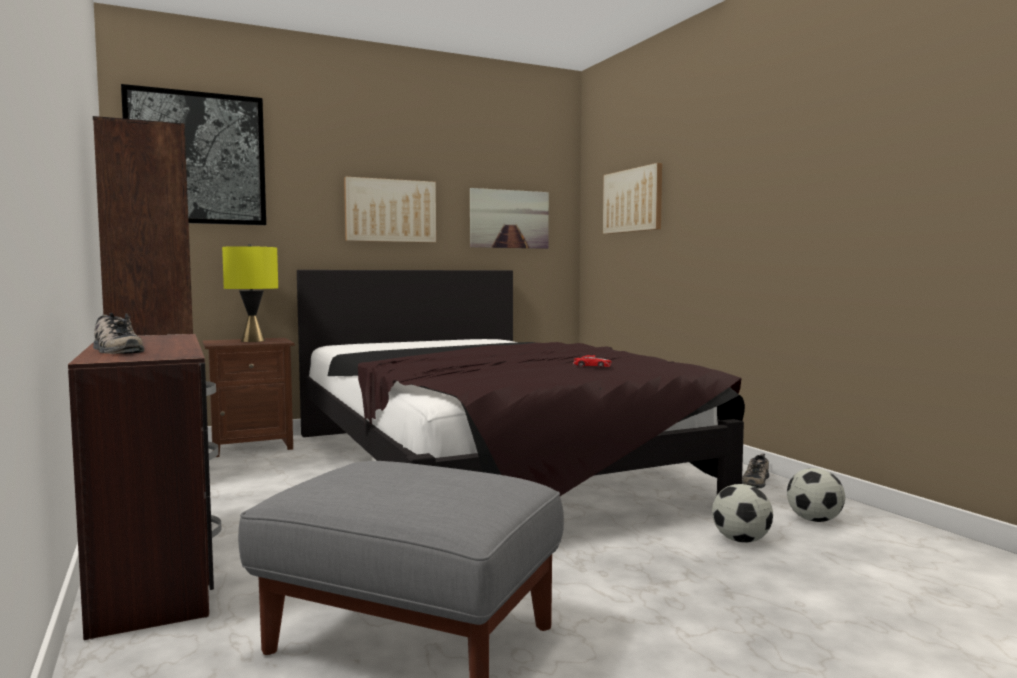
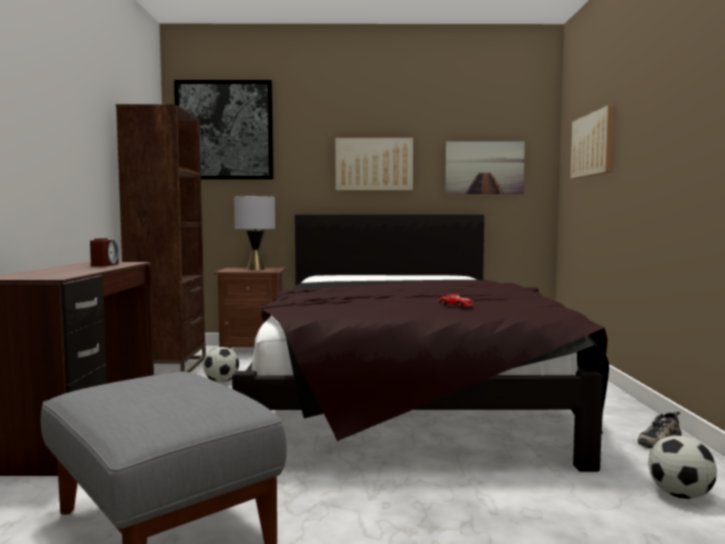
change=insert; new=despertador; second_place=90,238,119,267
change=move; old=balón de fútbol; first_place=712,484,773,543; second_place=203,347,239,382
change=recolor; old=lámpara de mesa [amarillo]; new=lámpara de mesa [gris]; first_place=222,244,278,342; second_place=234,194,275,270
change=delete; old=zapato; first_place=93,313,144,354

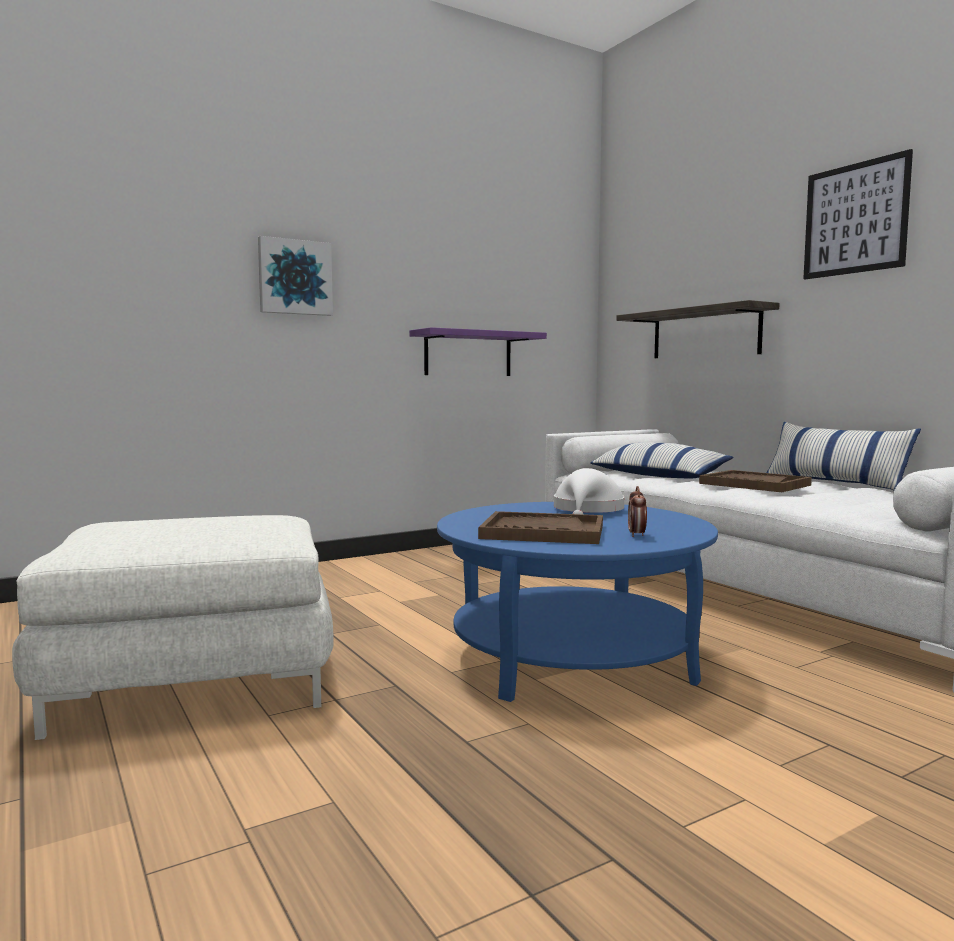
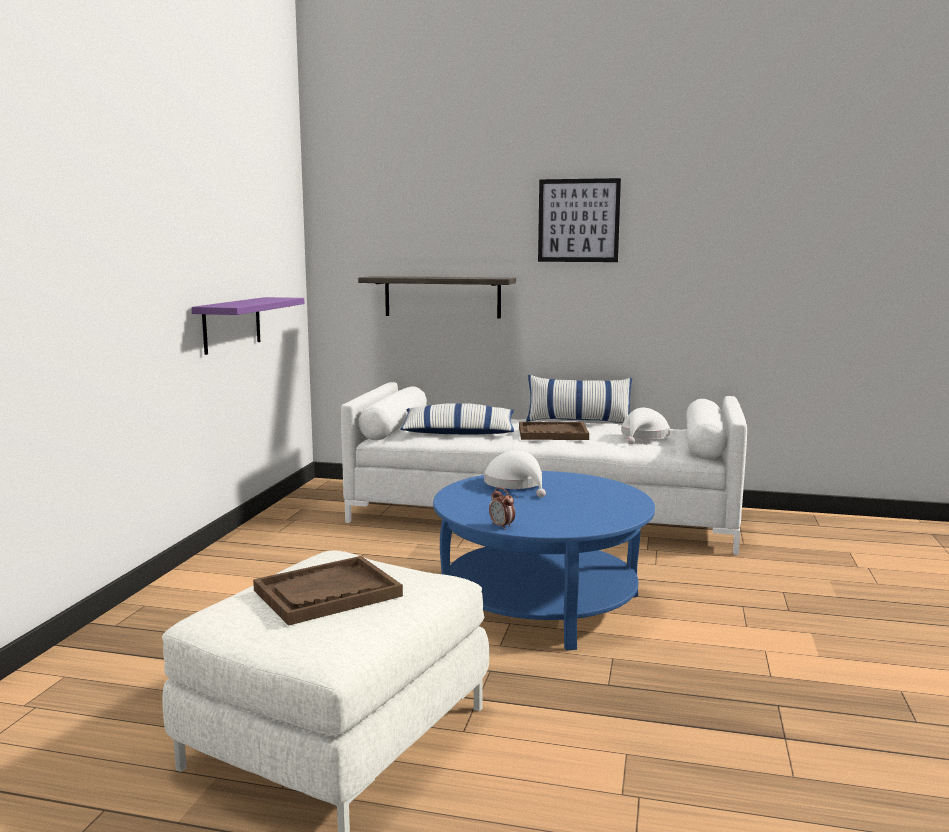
change=move; old=bandeja [marrón]; first_place=478,511,603,544; second_place=253,556,403,626
change=move; old=despertador; first_place=628,486,647,537; second_place=489,488,515,530
change=insert; new=sombrero [blanco]; second_place=621,408,670,444
change=delete; old=cuadro; first_place=258,236,333,316

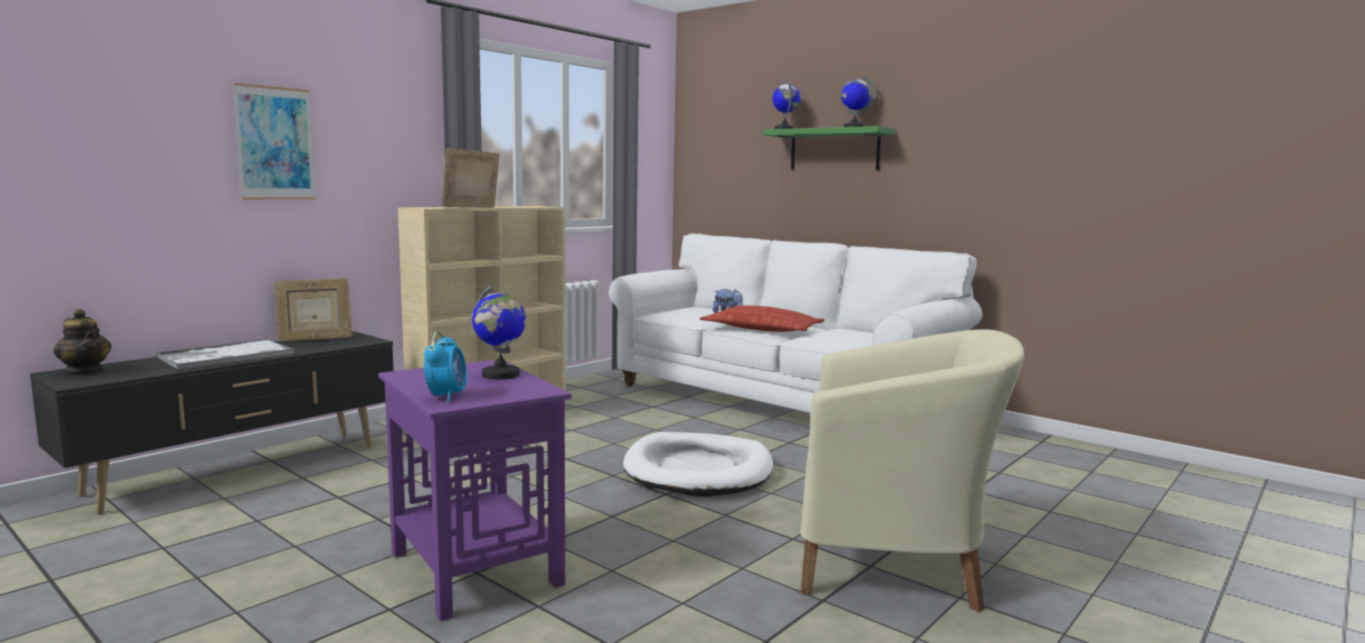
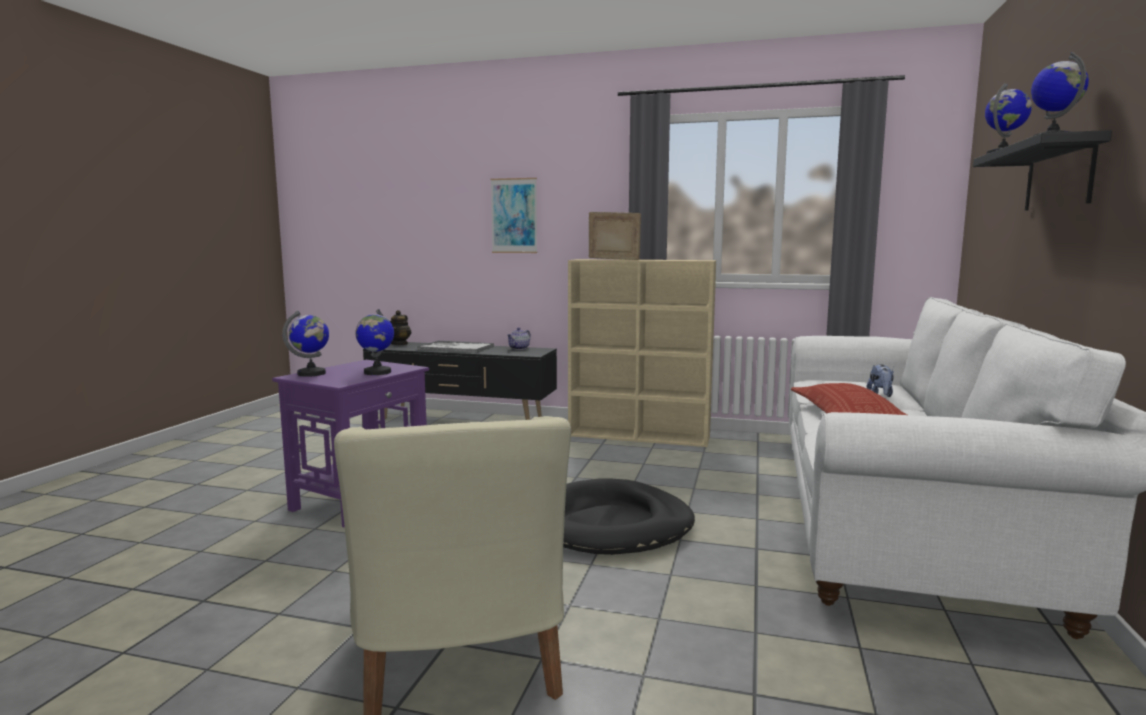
change=replace; old=despertador; new=globo terráqueo; first_place=424,331,467,402; second_place=282,311,329,377
change=replace; old=portarretratos; new=tetera; first_place=274,278,352,342; second_place=507,327,531,350
change=recolor; old=cama para perro [blanco]; new=cama para perro [negro]; first_place=623,432,773,497; second_place=563,479,695,555
change=recolor; old=estante [verde]; new=estante [negro]; first_place=763,126,896,170; second_place=973,130,1112,211

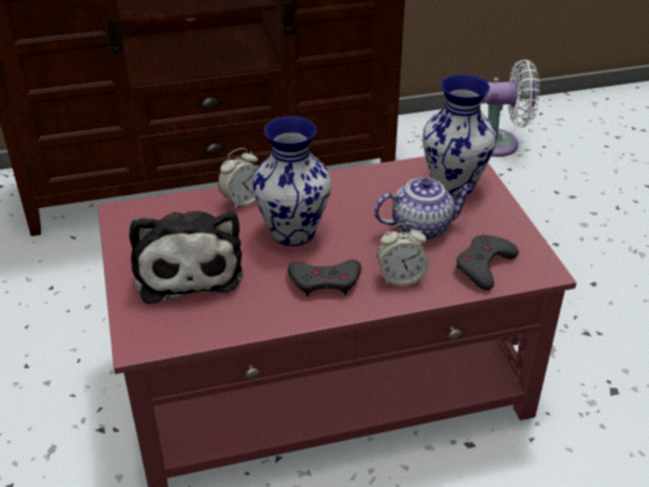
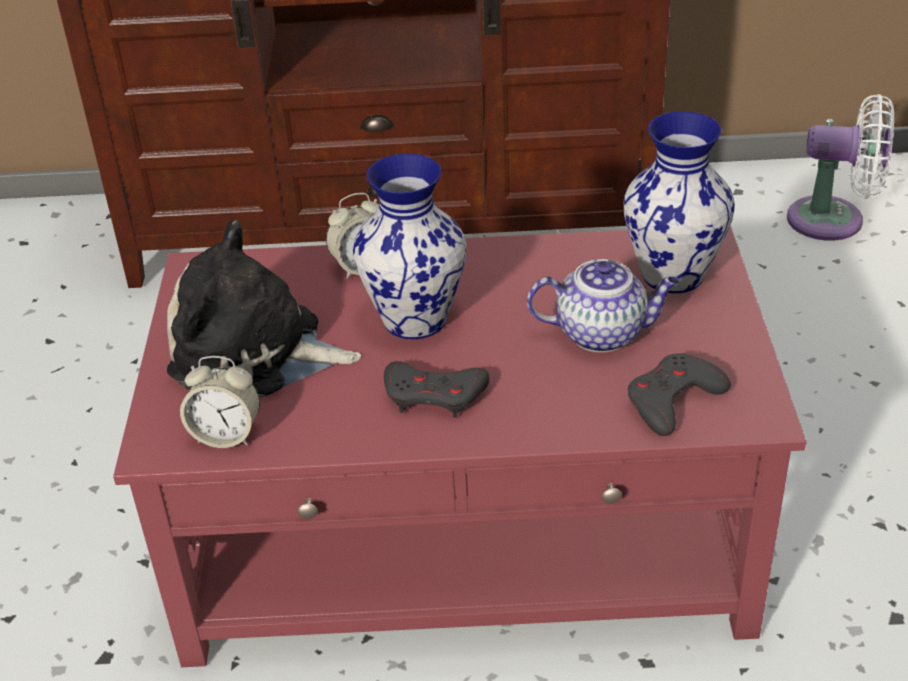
change=rotate; old=peluche; first_place=129,211,243,304; second_place=167,220,361,397; degrees=105
change=move; old=despertador; first_place=377,223,429,286; second_place=180,356,260,448

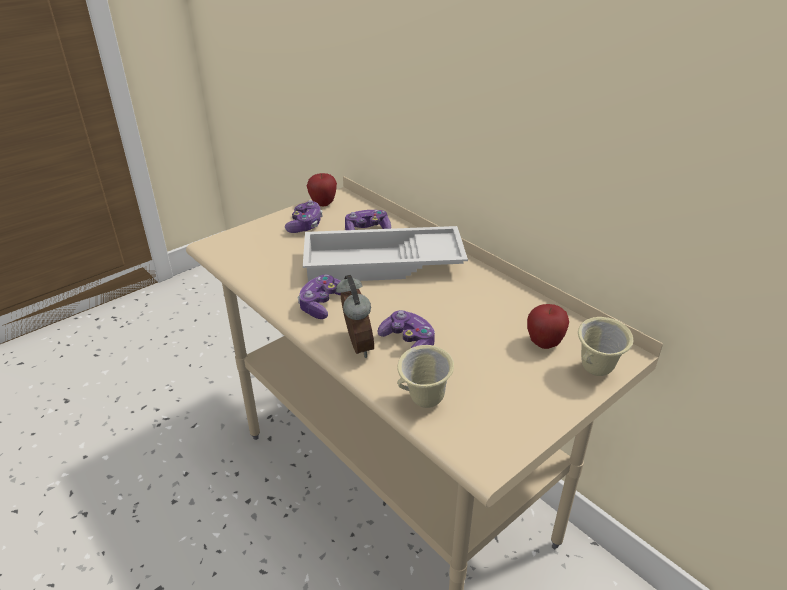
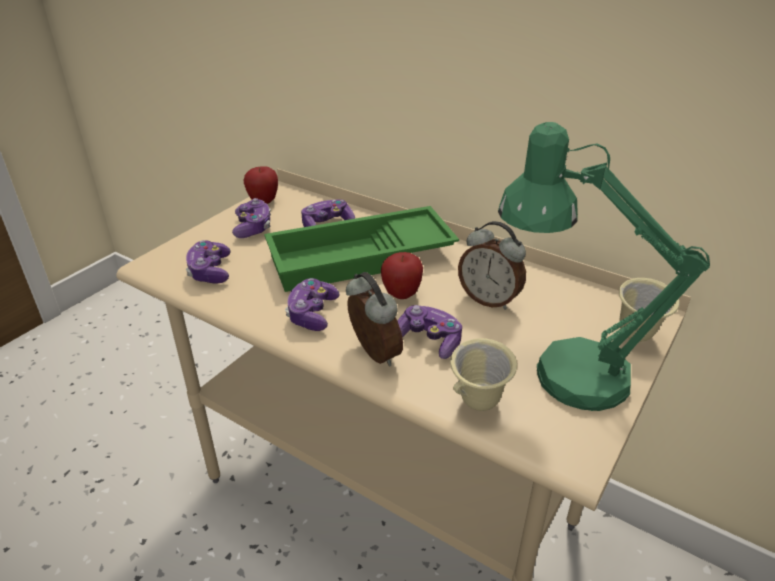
change=insert; new=mando de consola; second_place=186,240,231,284
change=recolor; old=bandeja [blanco]; new=bandeja [verde]; first_place=303,226,468,282; second_place=264,206,459,292
change=move; old=manzana; first_place=527,304,569,349; second_place=381,252,423,299
change=insert; new=despertador; second_place=458,221,526,310
change=insert; new=lámpara de mesa [verde]; second_place=498,122,710,411

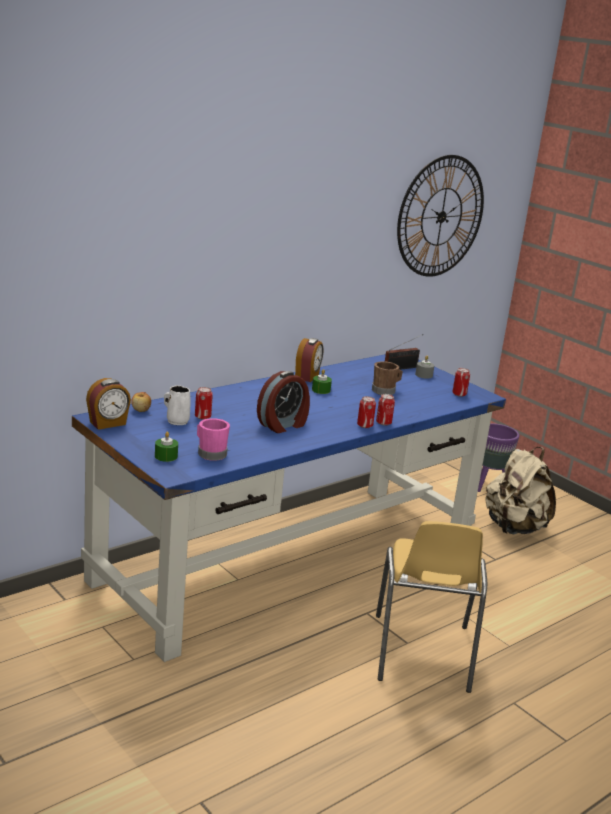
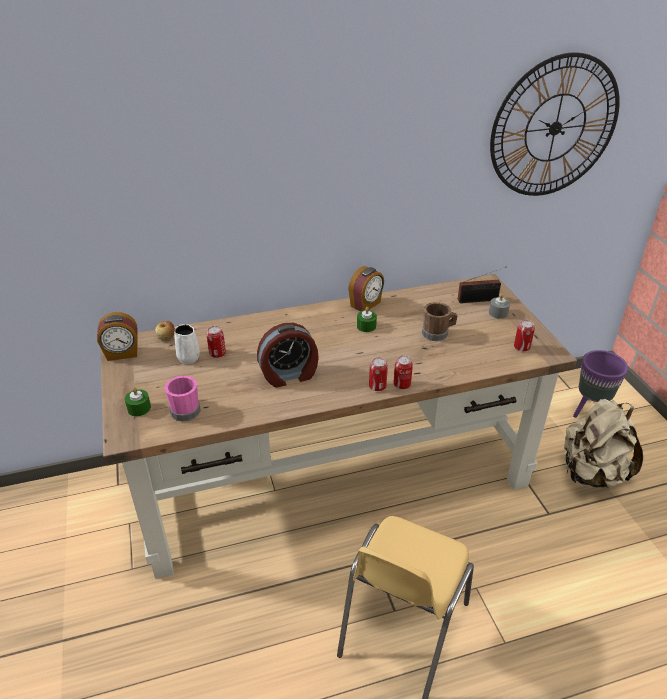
change=recolor; old=escritorio [azul]; new=escritorio [marrón]; first_place=72,354,506,662; second_place=101,274,577,579

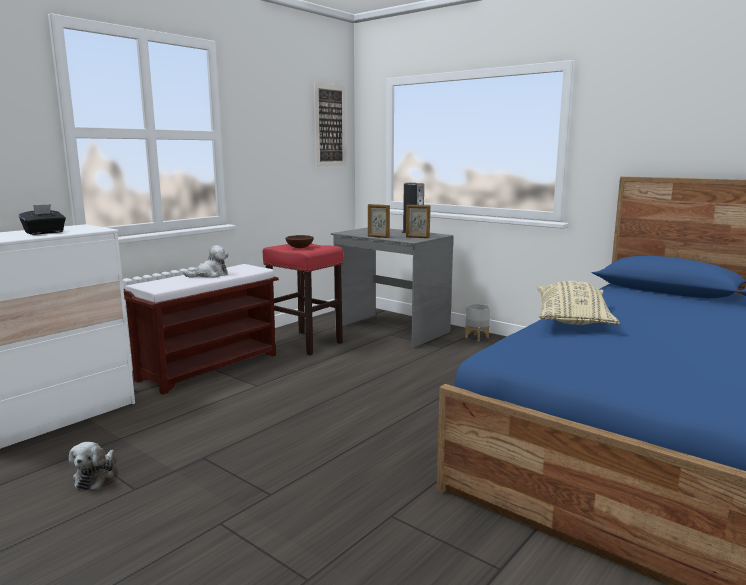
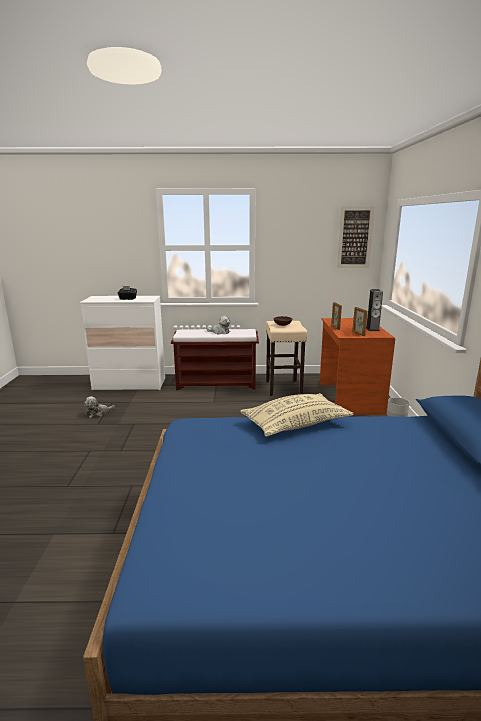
change=recolor; old=taburete [rojo]; new=taburete [beis]; first_place=262,244,343,355; second_place=266,321,307,396
change=recolor; old=escritorio [gris]; new=escritorio [marrón]; first_place=331,227,453,348; second_place=319,318,395,415

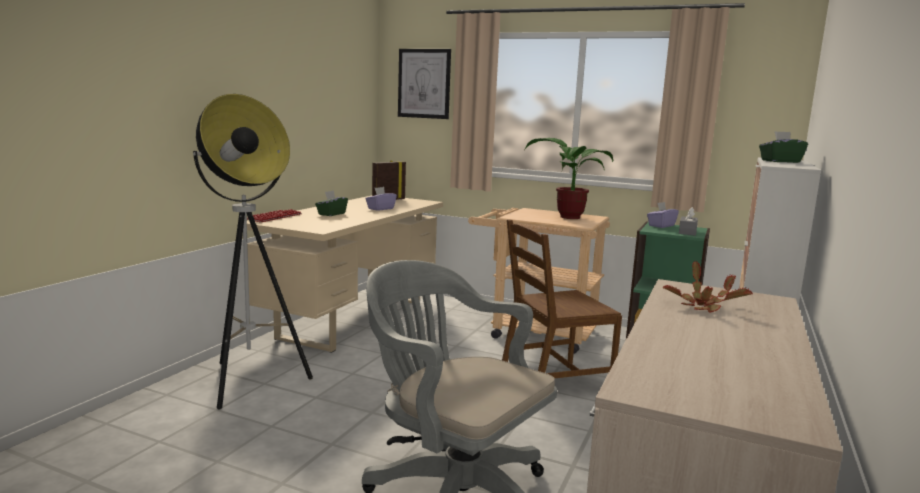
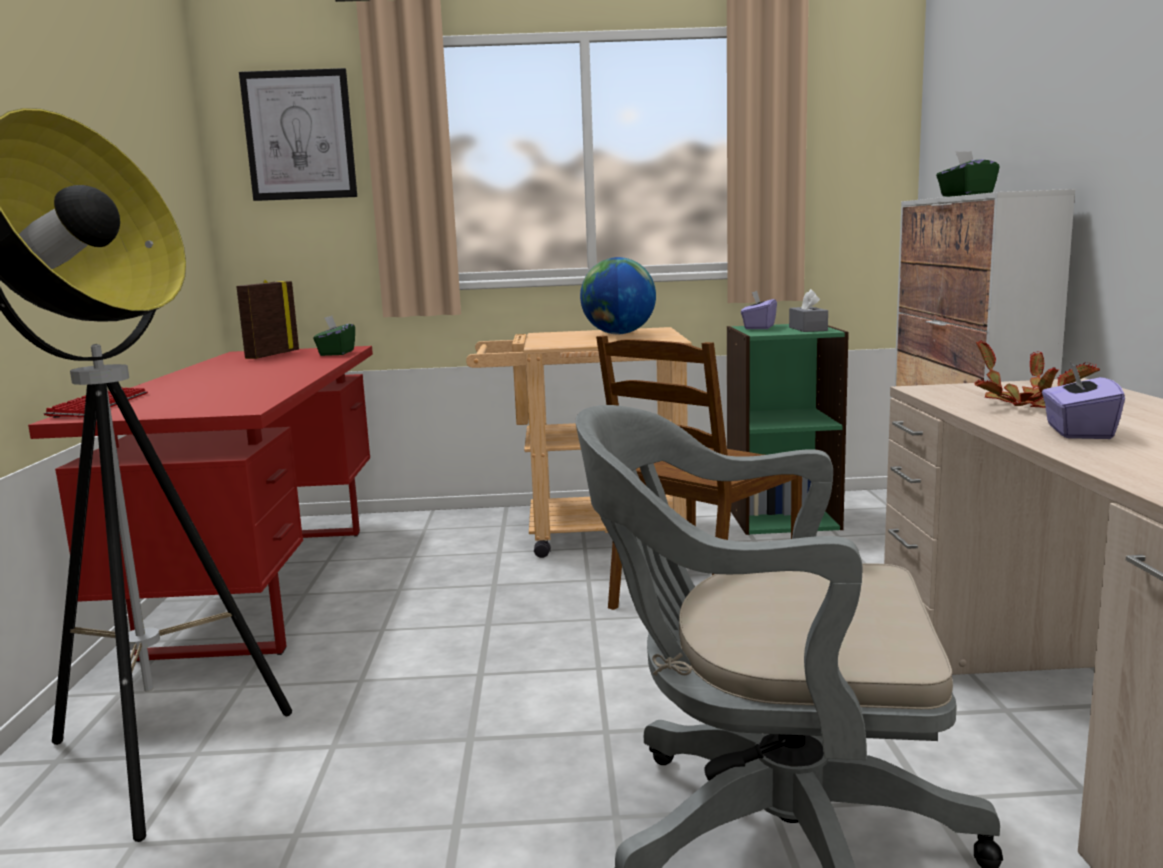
change=recolor; old=escritorio [beis]; new=escritorio [rojo]; first_place=247,196,443,353; second_place=28,346,373,662
change=move; old=caja de pañuelos [verde]; first_place=315,190,348,216; second_place=313,315,355,356
change=replace; old=planta en maceta; new=globo terráqueo; first_place=524,138,613,219; second_place=580,257,656,334
change=move; old=caja de pañuelos [morado]; first_place=365,187,397,211; second_place=1042,362,1125,439

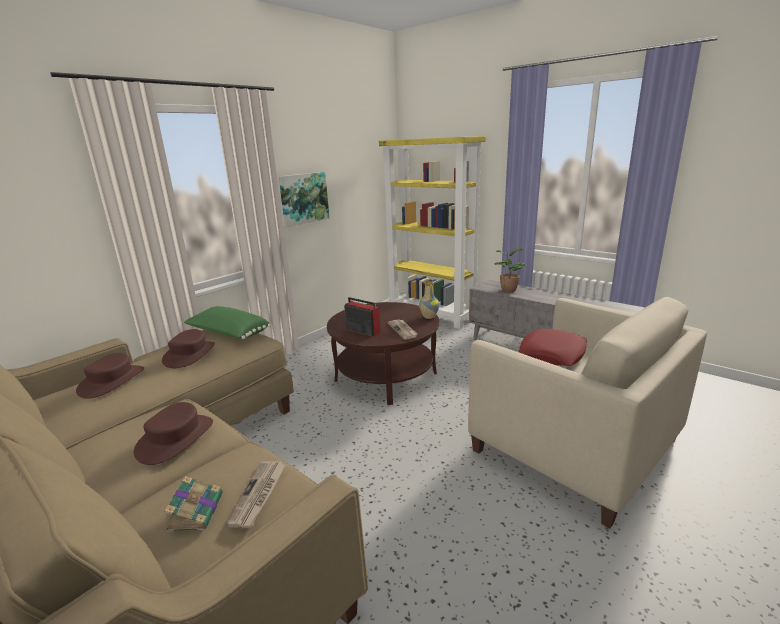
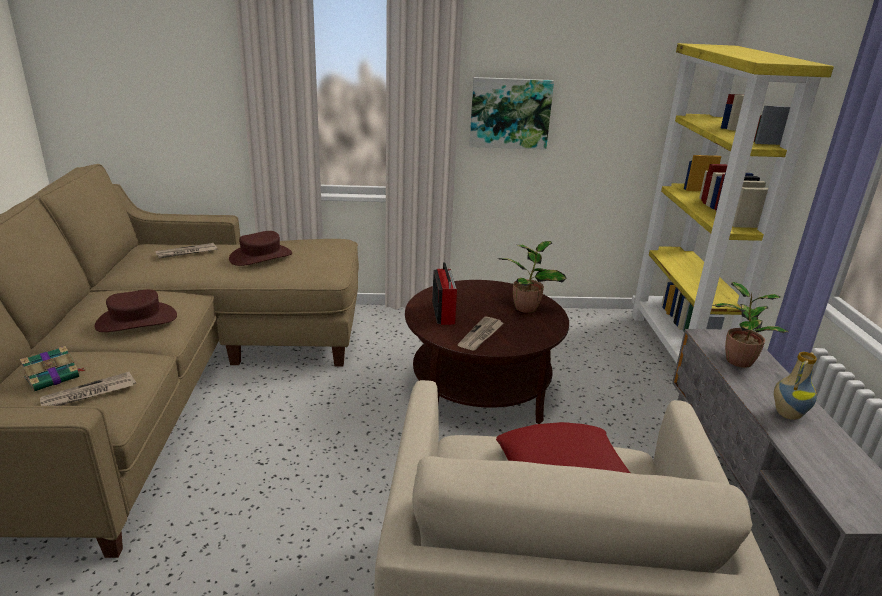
change=replace; old=sombrero [marrón]; new=periódico; first_place=76,353,144,399; second_place=156,243,218,259
change=insert; new=planta en maceta; second_place=499,241,567,313
change=move; old=florero; first_place=419,281,439,319; second_place=774,352,817,420
change=delete; old=cojín [verde]; first_place=184,306,271,339

